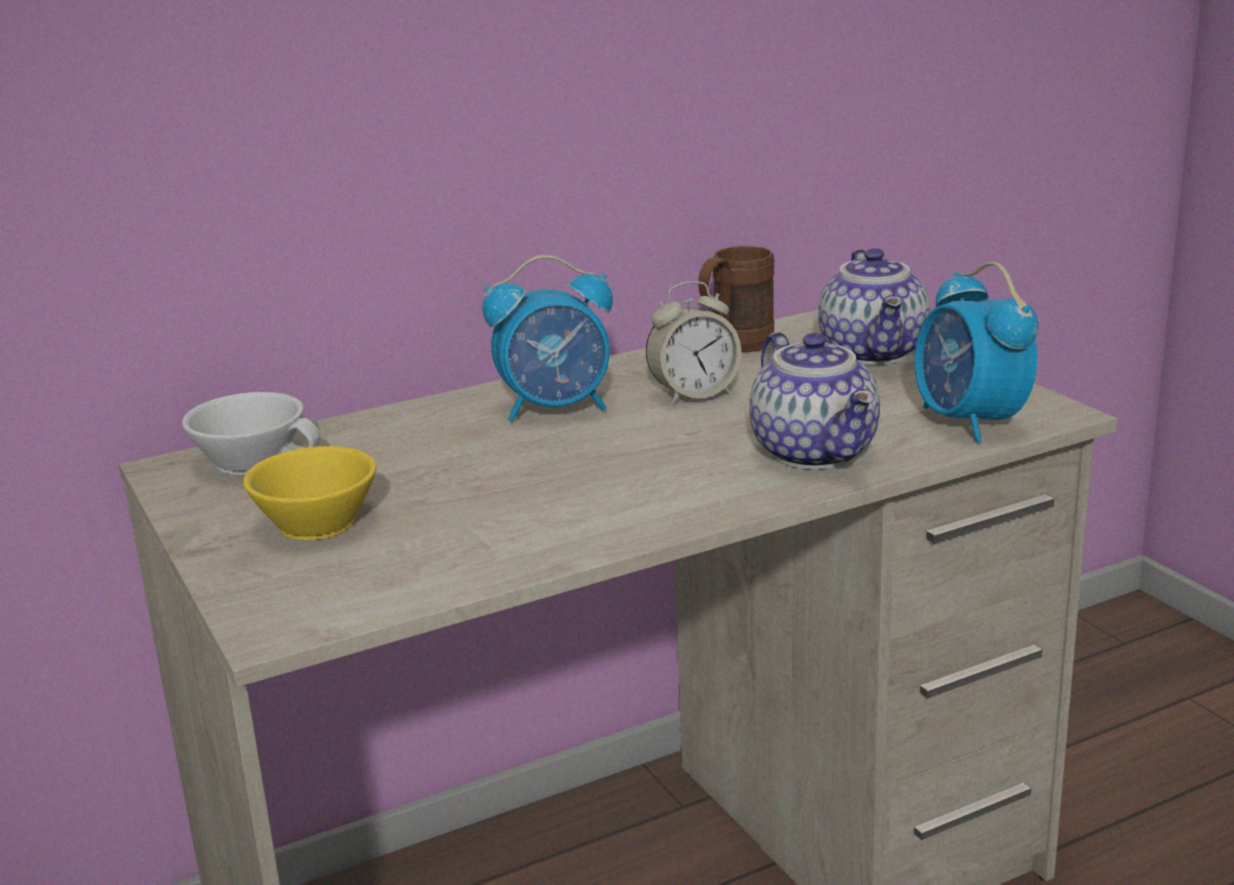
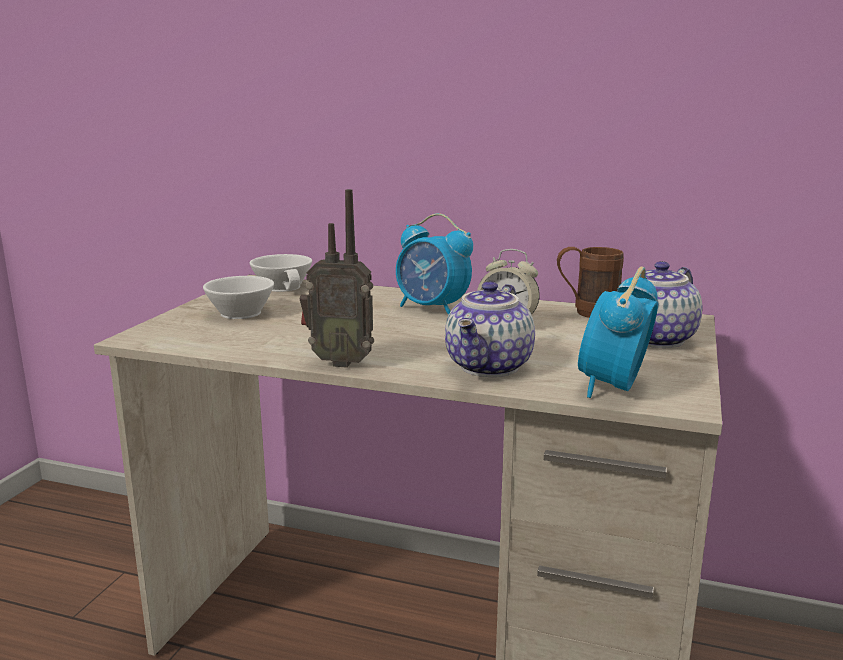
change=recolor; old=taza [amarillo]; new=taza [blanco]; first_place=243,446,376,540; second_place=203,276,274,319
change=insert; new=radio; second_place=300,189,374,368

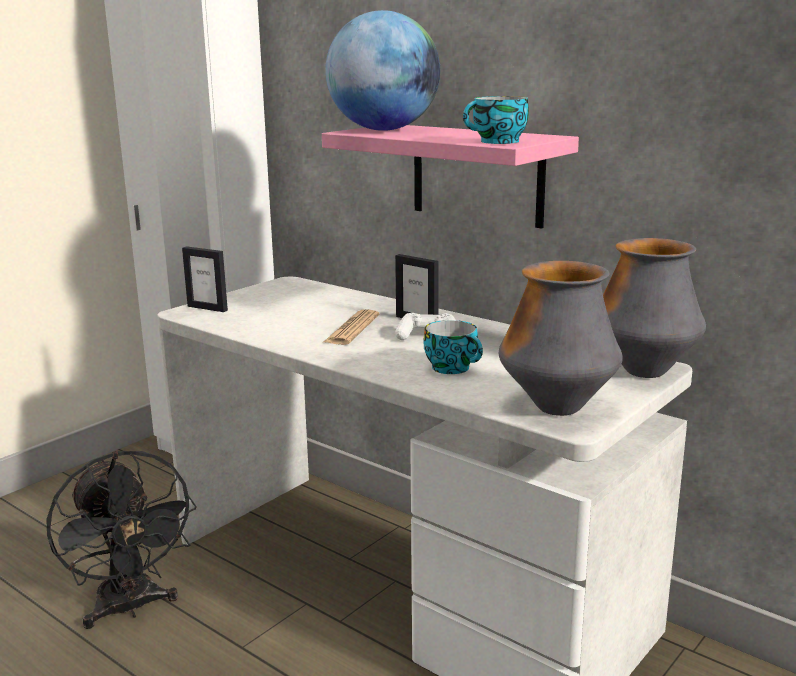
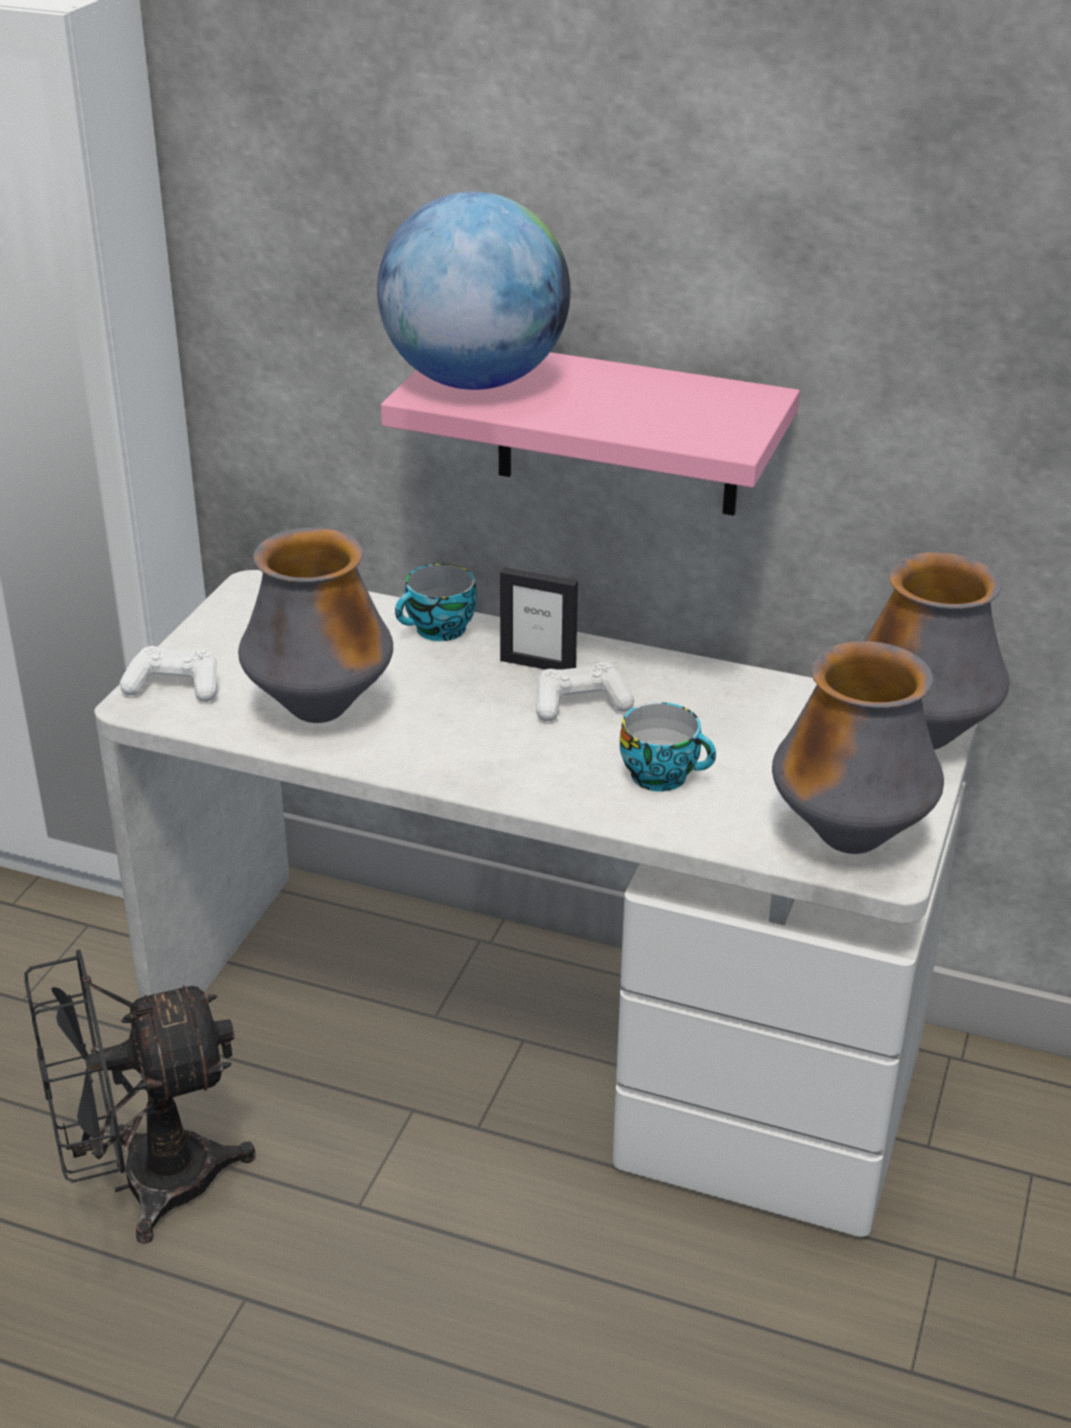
change=rotate; old=ventilador [negro]; first_place=46,451,197,629; second_place=25,949,256,1244; degrees=120
change=replace; old=portarretratos; new=mando de consola [blanco]; first_place=182,246,228,312; second_place=120,646,217,702
change=insert; new=florero; second_place=238,528,393,723
change=move; old=taza; first_place=463,96,529,144; second_place=395,564,477,641
change=delete; old=periódico; first_place=324,309,379,345

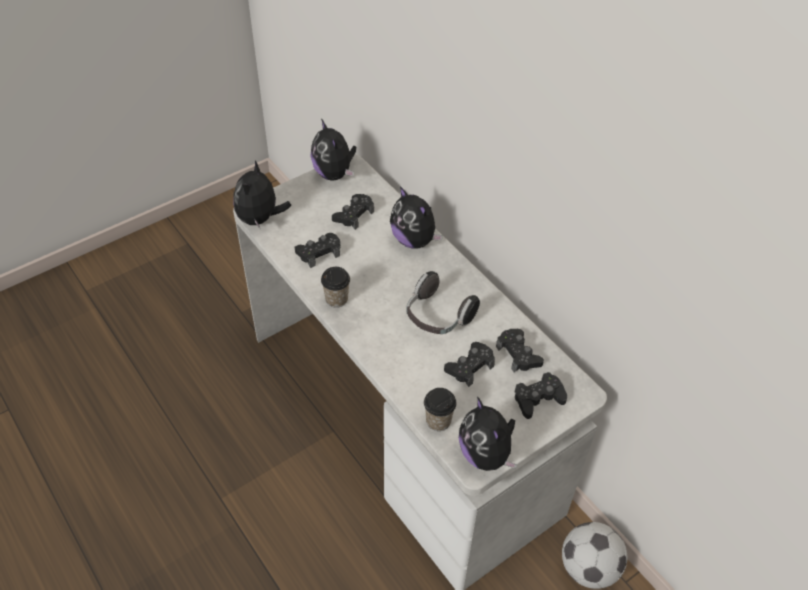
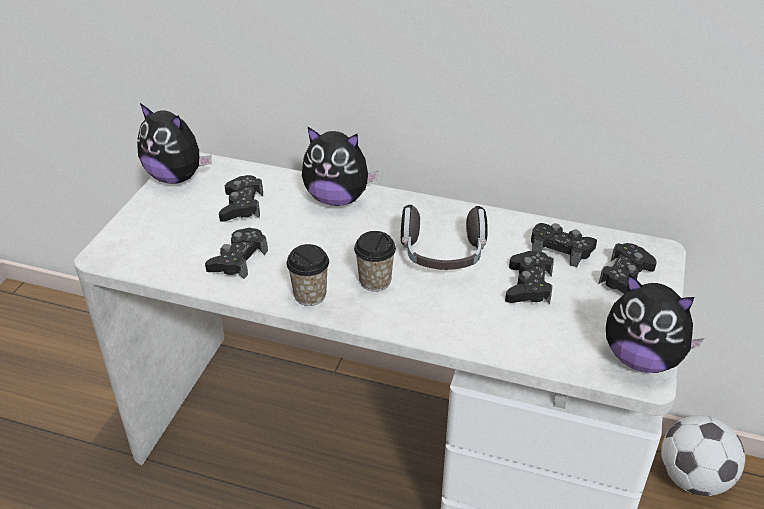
change=move; old=taza; first_place=424,388,456,431; second_place=354,231,396,291
change=delete; old=peluche; first_place=233,160,291,228

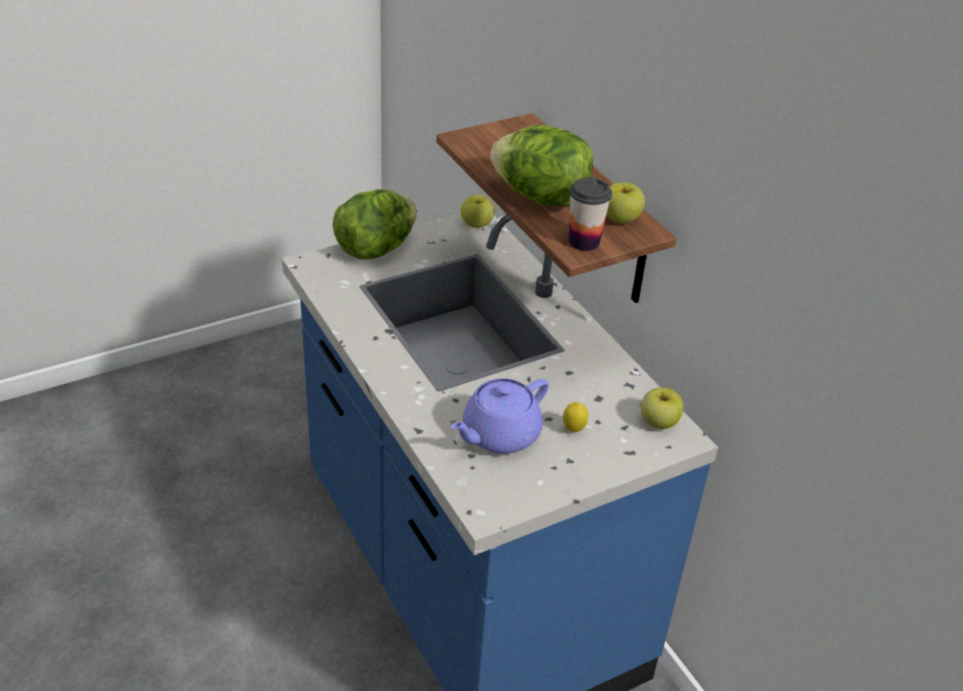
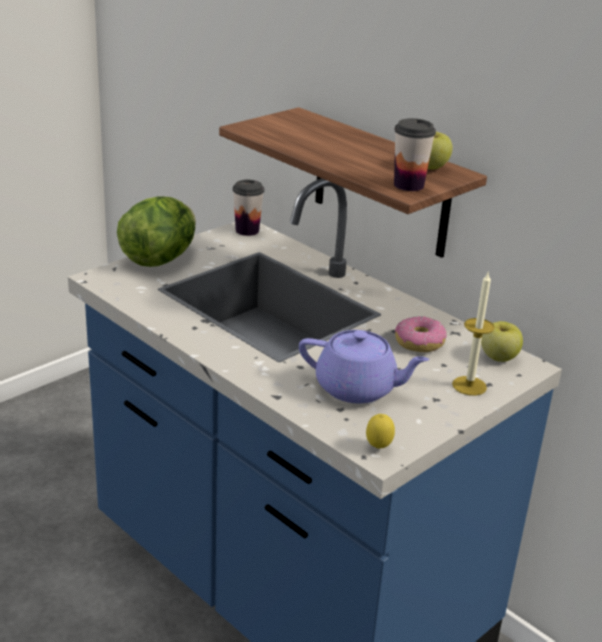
change=replace; old=manzana; new=taza; first_place=461,195,495,228; second_place=233,180,264,236
change=rotate; old=tetera [morado]; first_place=451,378,549,454; second_place=299,330,430,403; degrees=-105
change=move; old=limón; first_place=563,402,588,432; second_place=366,414,395,449
change=insert; new=rosquilla; second_place=395,316,447,352
change=insert; new=vela; second_place=452,273,495,396
change=delete; old=lechuga; first_place=490,125,593,207

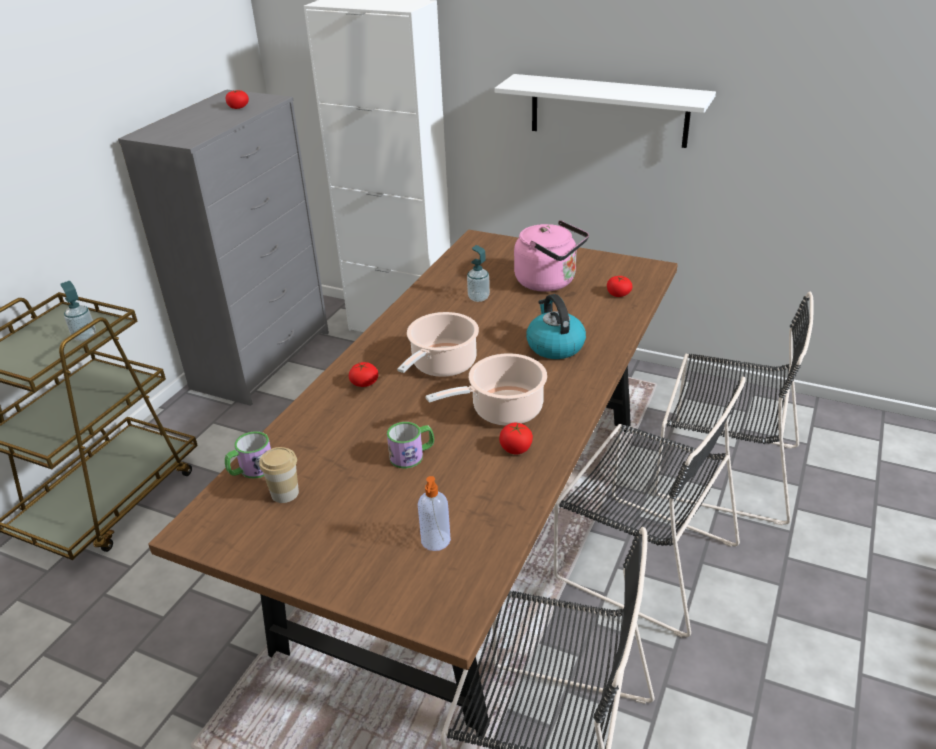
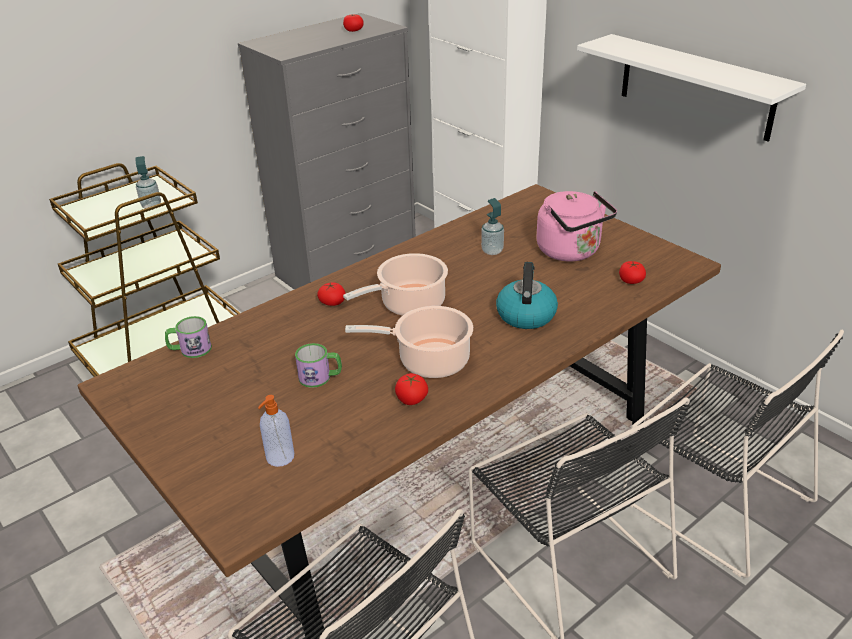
change=delete; old=taza; first_place=259,447,299,503

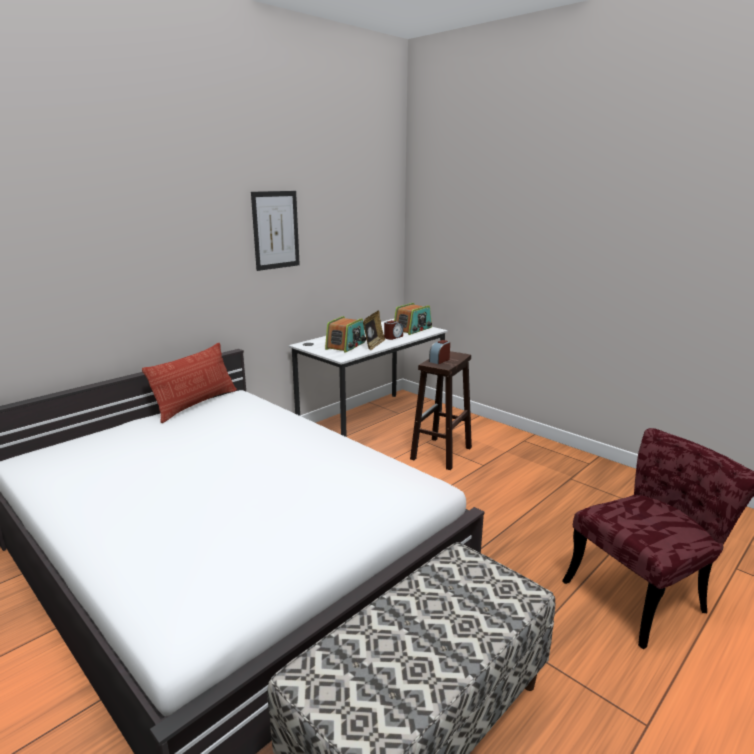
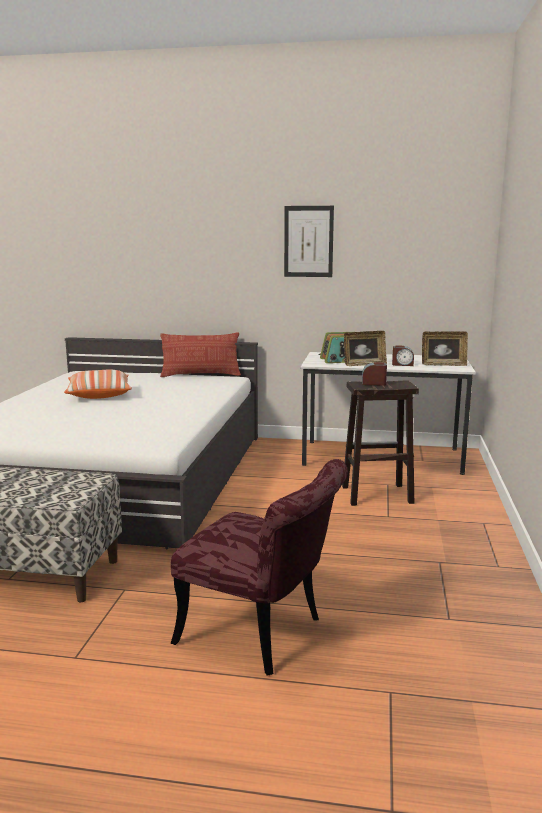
change=insert; new=cojín; second_place=64,370,132,399
change=replace; old=radio; new=portarretratos; first_place=394,303,432,335; second_place=422,331,468,366

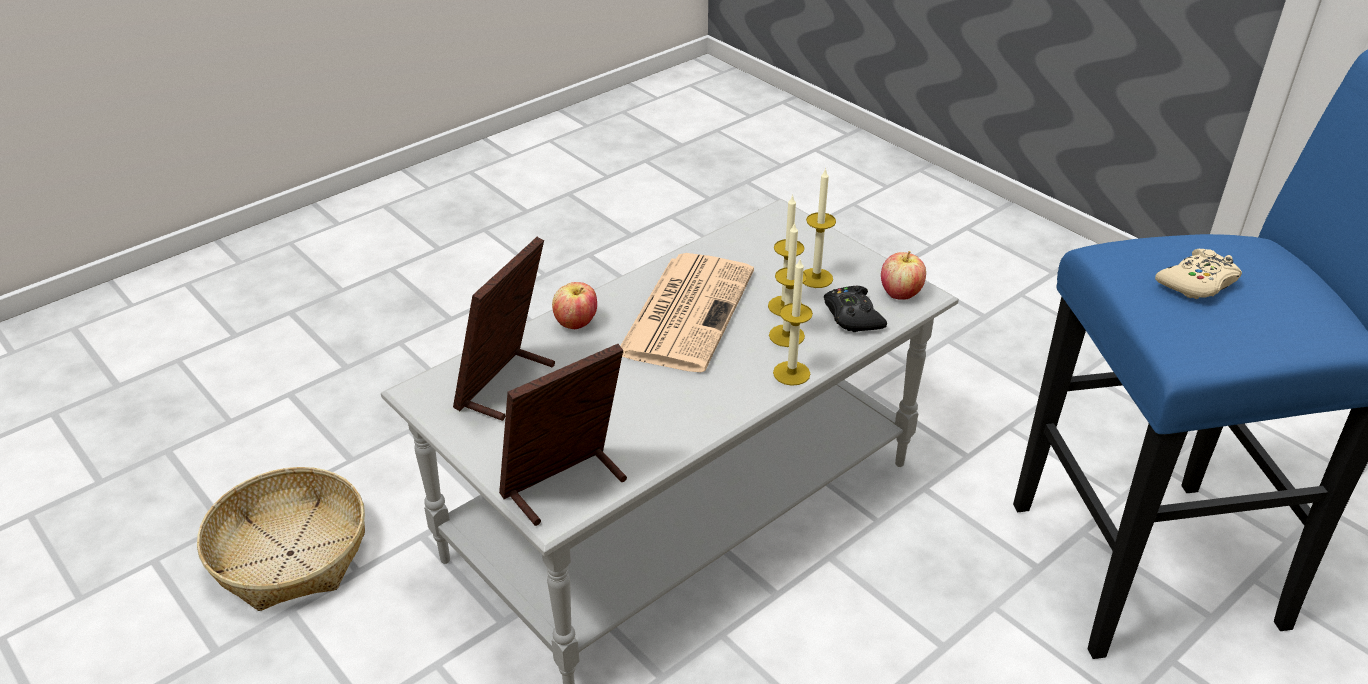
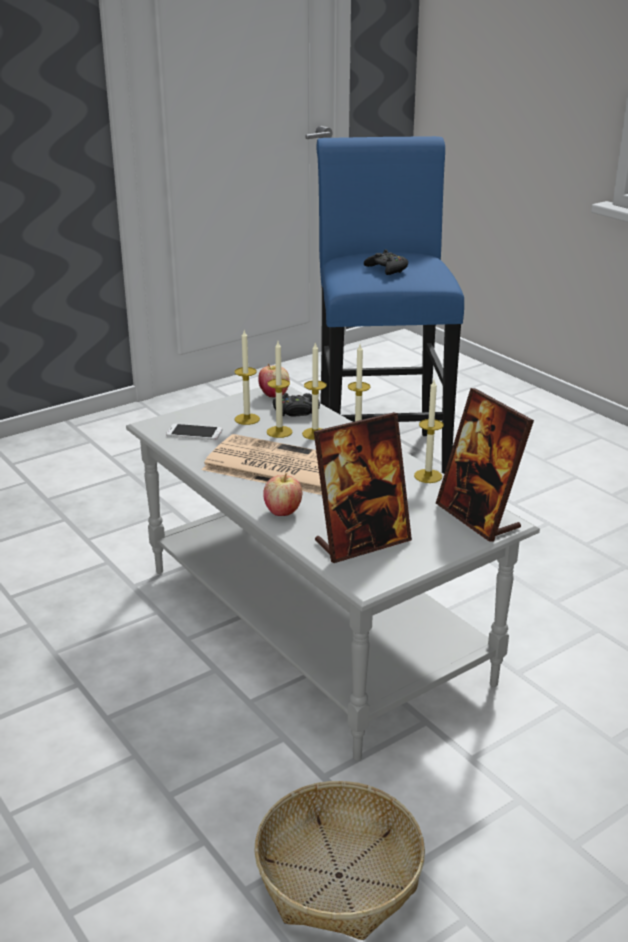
change=insert; new=móvil; second_place=166,424,223,440
change=rotate; old=portarretratos; first_place=453,237,555,421; second_place=314,412,412,563; degrees=-60
change=recolor; old=mando de consola [beis]; new=mando de consola [negro]; first_place=1155,249,1242,299; second_place=364,249,408,275
change=insert; new=vela; second_place=414,380,444,483

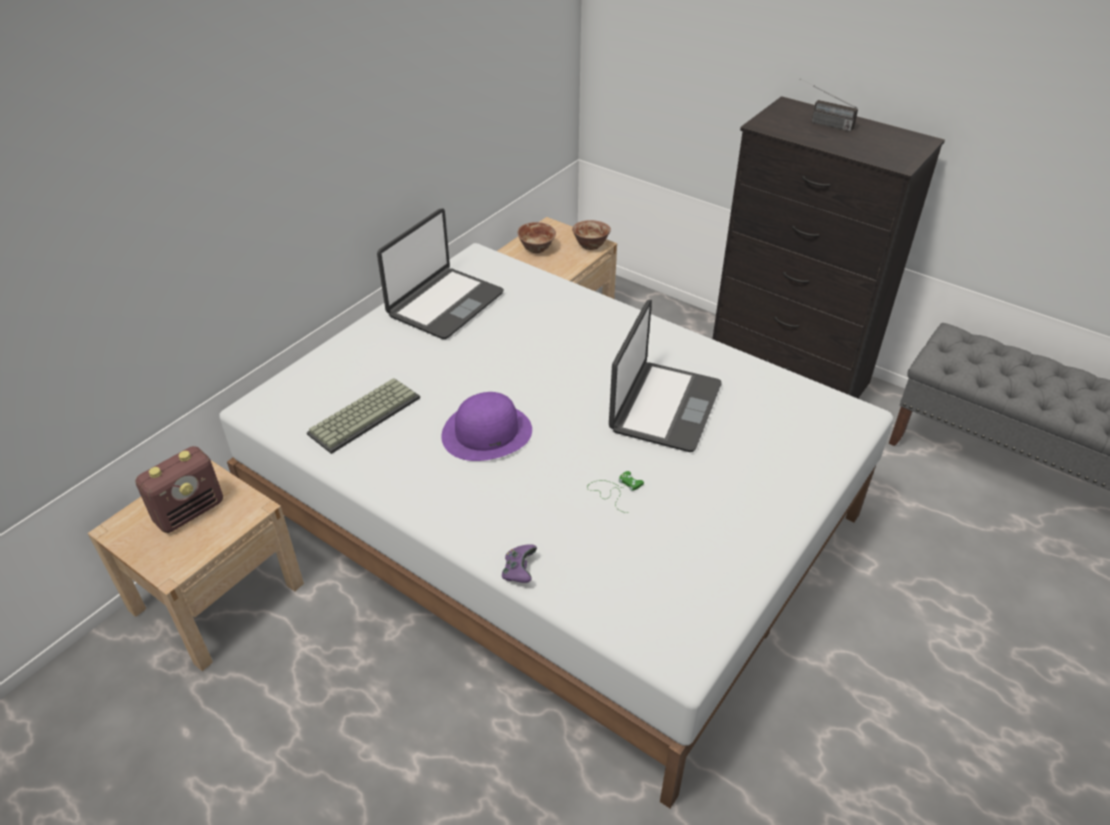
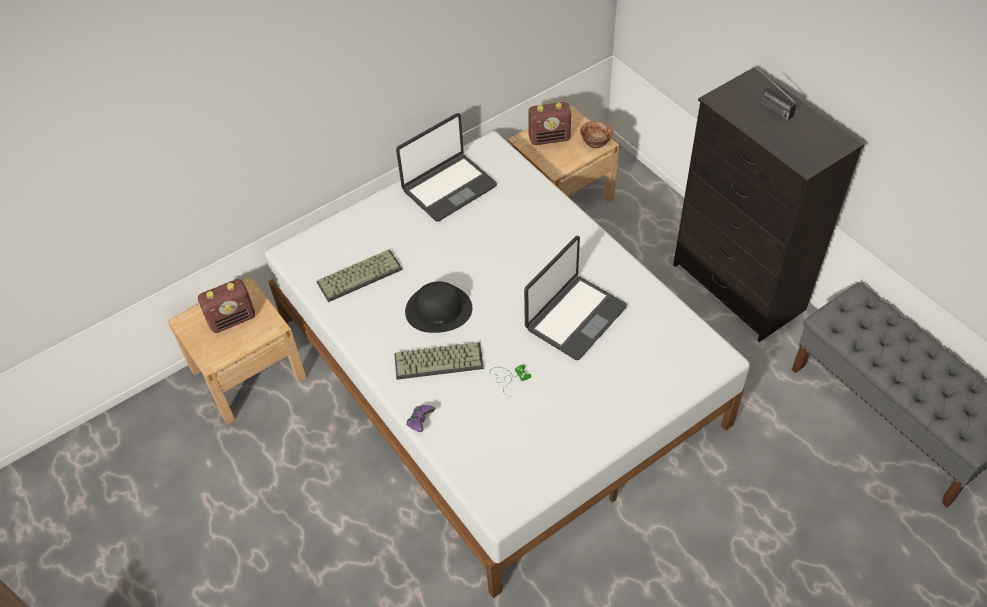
change=insert; new=teclado; second_place=394,342,484,380
change=recolor; old=sombrero [morado]; new=sombrero [negro]; first_place=441,392,532,461; second_place=405,281,472,333
change=replace; old=cuenco; new=radio; first_place=518,222,556,253; second_place=528,102,571,145

